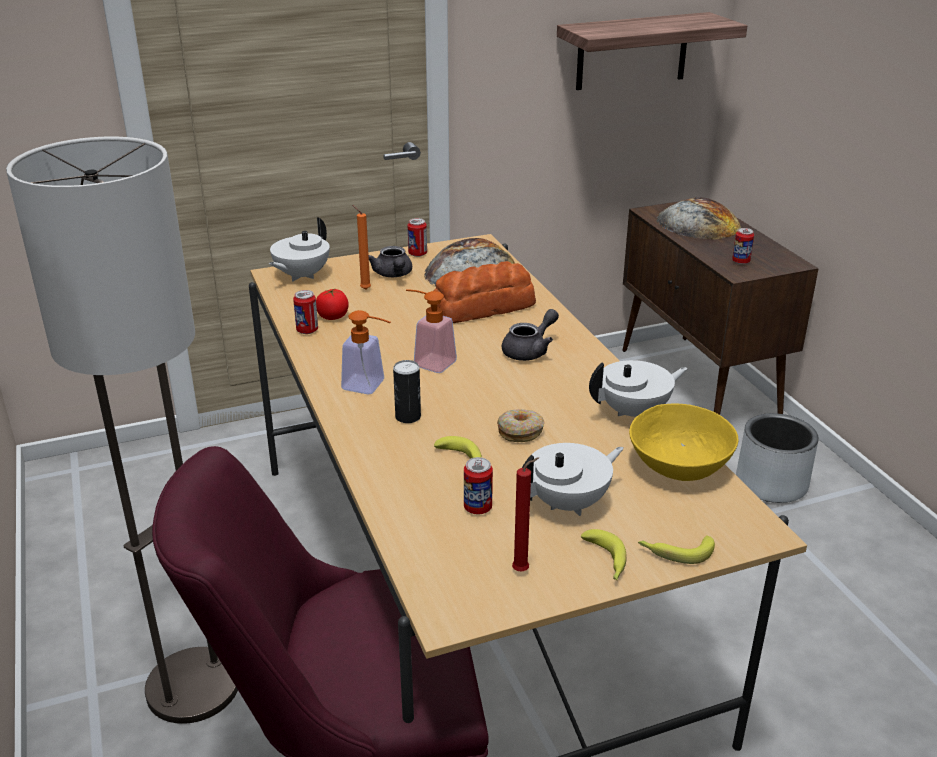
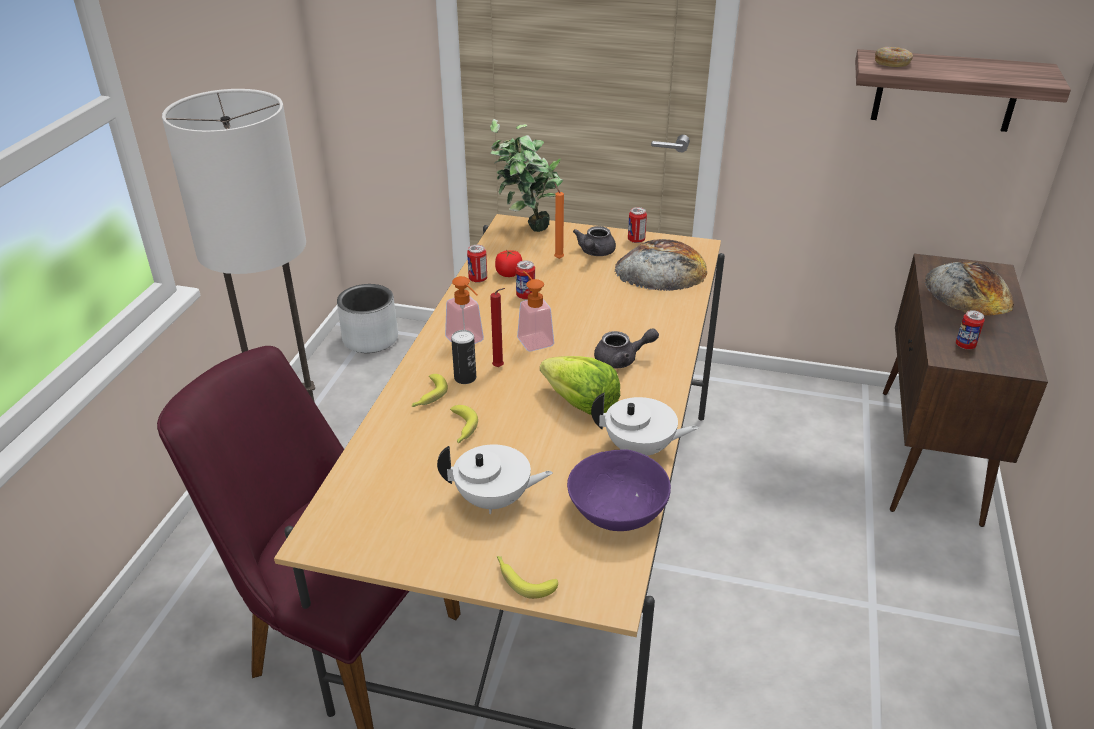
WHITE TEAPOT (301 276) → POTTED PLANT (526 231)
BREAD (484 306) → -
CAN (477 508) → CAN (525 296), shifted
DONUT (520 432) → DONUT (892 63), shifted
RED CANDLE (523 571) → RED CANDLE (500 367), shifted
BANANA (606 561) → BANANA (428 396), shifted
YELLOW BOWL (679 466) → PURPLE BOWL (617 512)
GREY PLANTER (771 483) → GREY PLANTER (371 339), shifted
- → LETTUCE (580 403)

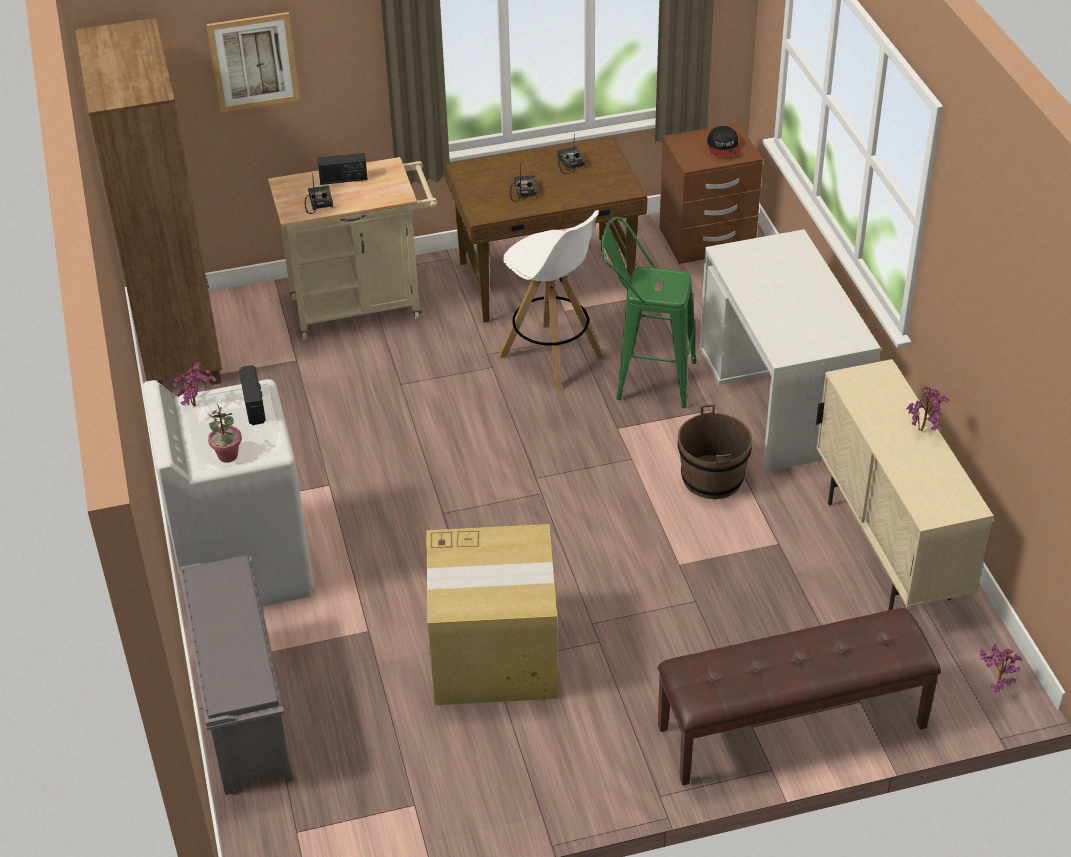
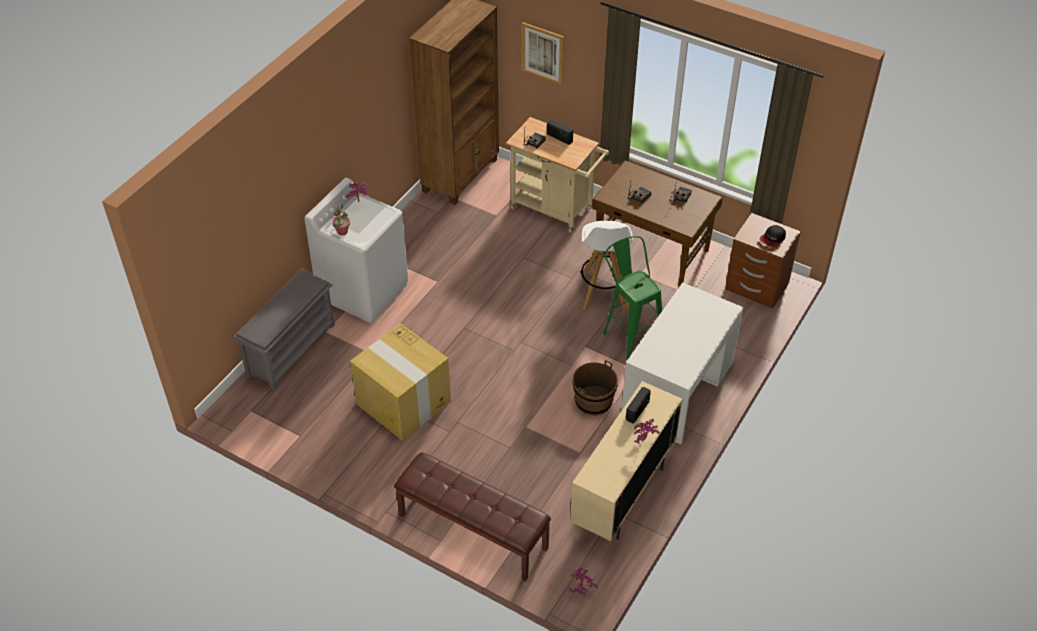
RADIO (254 406) → RADIO (637 410), shifted

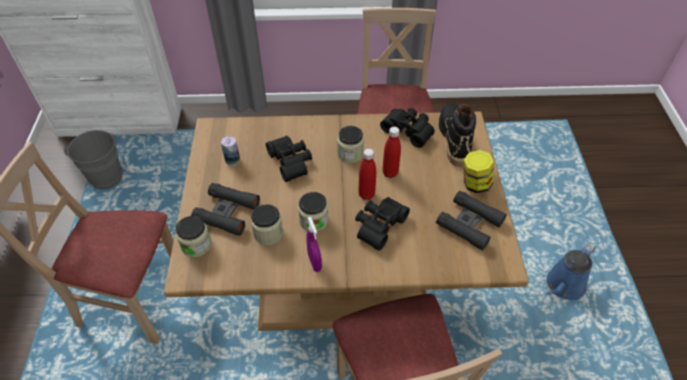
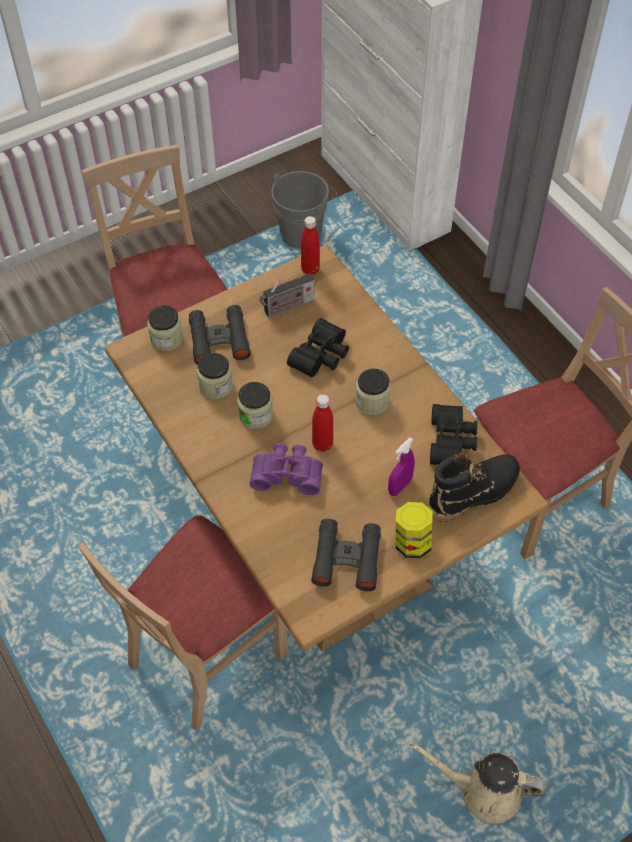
CAN (232 161) → RADIO (287 307)
PURPLE SPRAY BOTTLE (314 262) → PURPLE SPRAY BOTTLE (400 486), shifted
BLACK BINOCULARS (378 225) → PURPLE BINOCULARS (287 473)
RED BOTTLE (390 173) → RED BOTTLE (310 269), shifted
BLUE WATERING CAN (563 287) → BEIGE WATERING CAN (483 792)

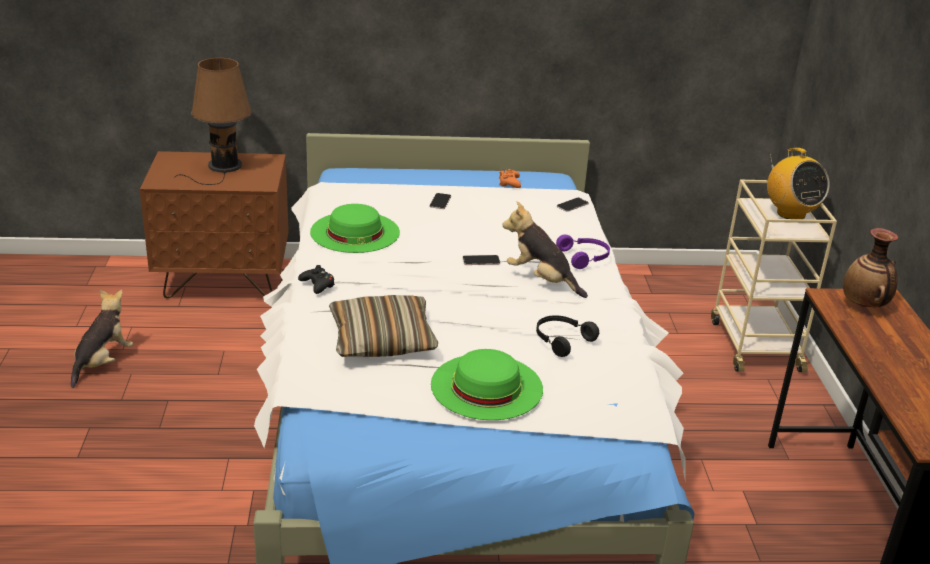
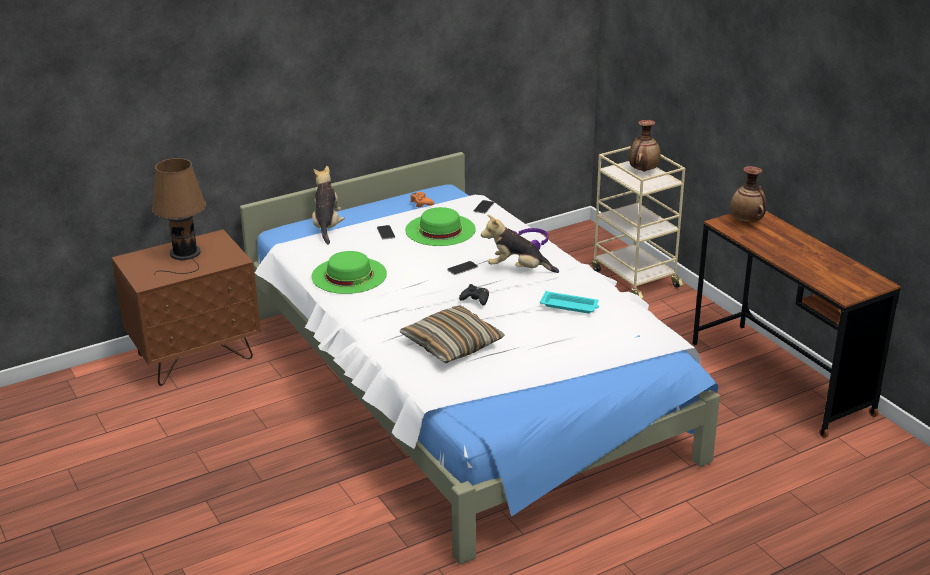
PLUSH TOY (103 362) → PLUSH TOY (327 226), shifted
BLACK GAME CONTROLLER (317 285) → BLACK GAME CONTROLLER (475 299), shifted
GREEN HAT (486 386) → GREEN HAT (440 230), shifted
BLACK HEADPHONES (561 340) → TURQUOISE TRAY (570 306)
RADIO (790 213) → VASE (643 170)

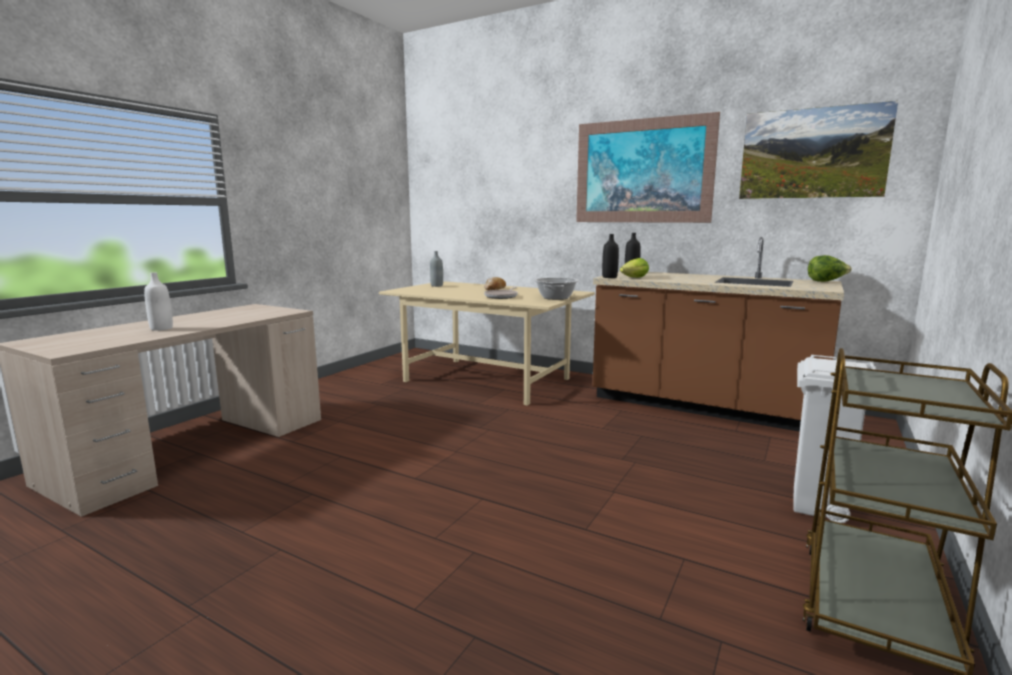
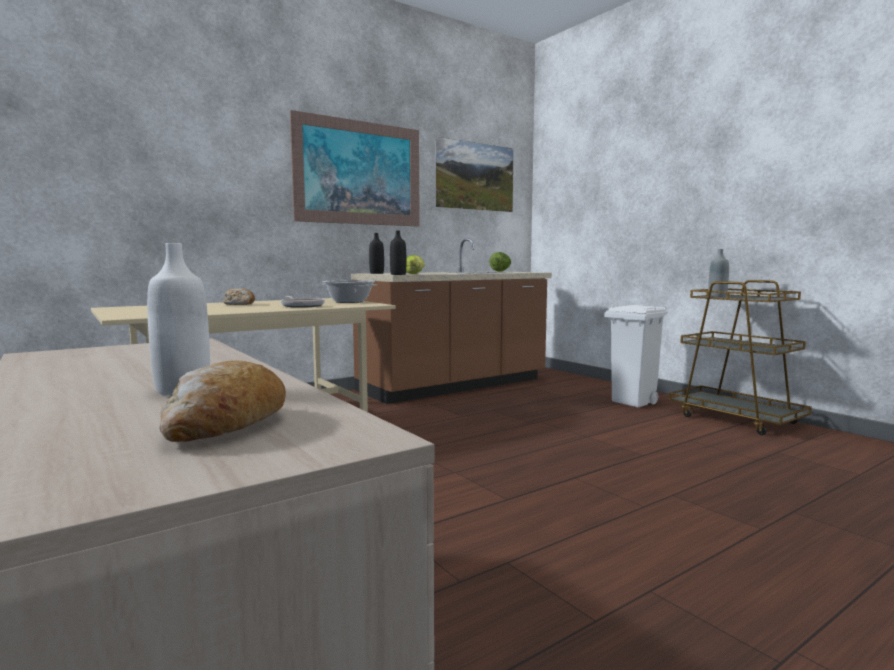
GREY BOTTLE (436 286) → GREY BOTTLE (717 296), shifted
- → BREAD (225 425)

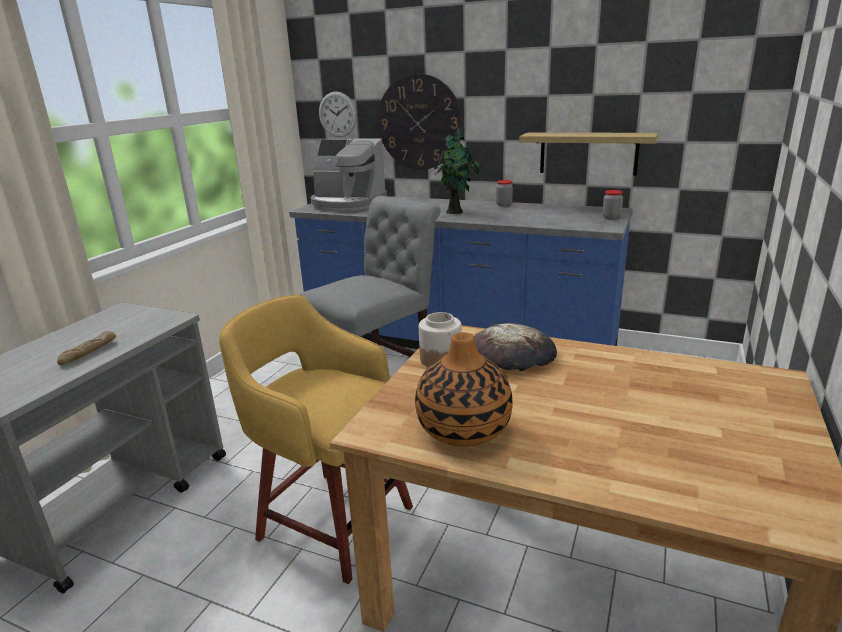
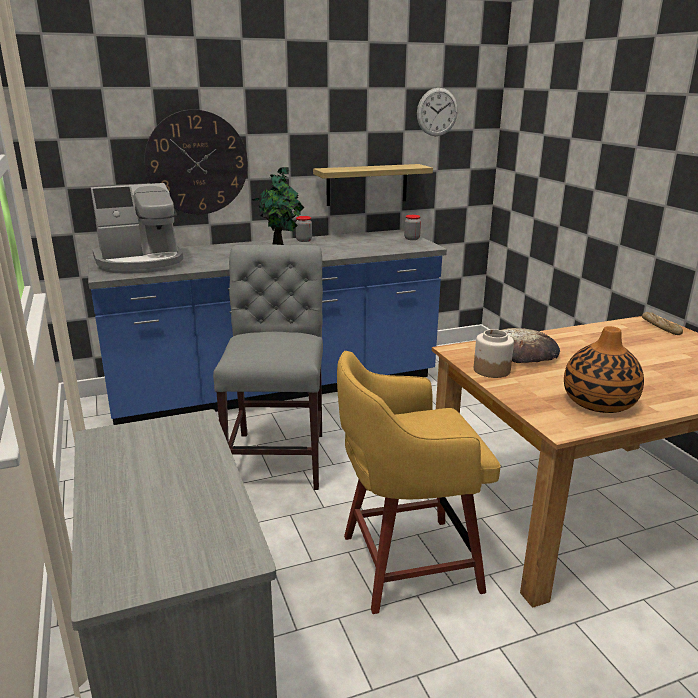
BREAD (89 353) → BREAD (660 327), shifted
WALL CLOCK (337 114) → WALL CLOCK (437 112), shifted

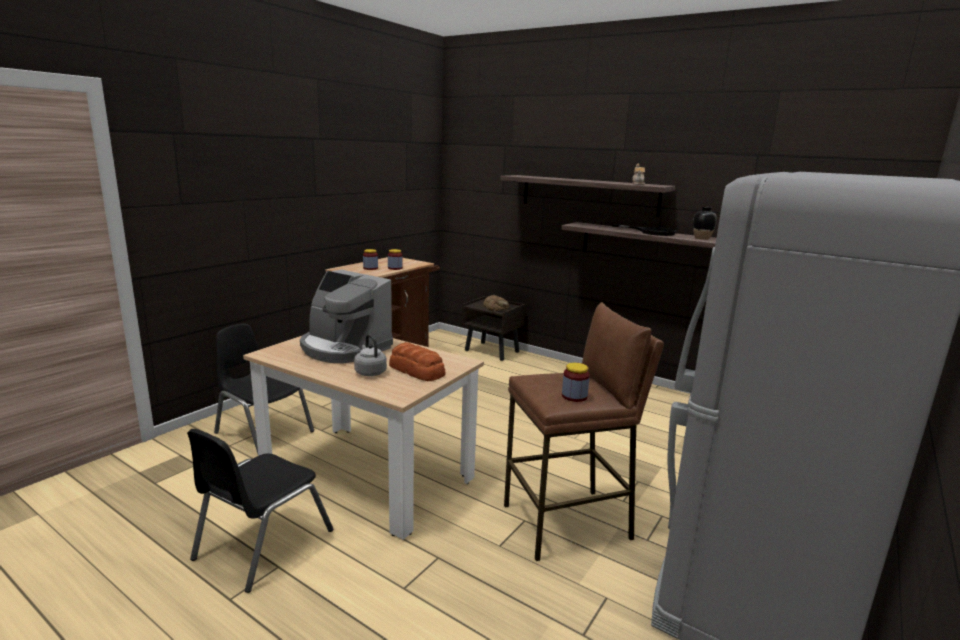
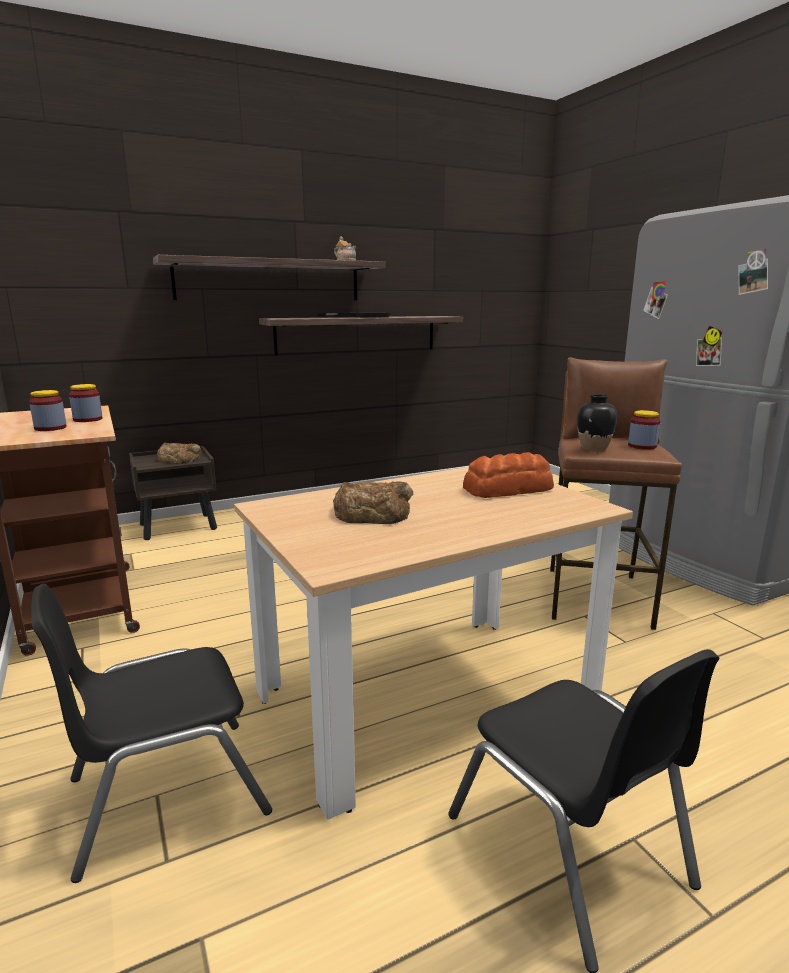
COFFEE MACHINE (344 348) → BREAD (373 512)
GREY KETTLE (370 372) → -
BLACK VASE (701 238) → BLACK VASE (593 448), shifted

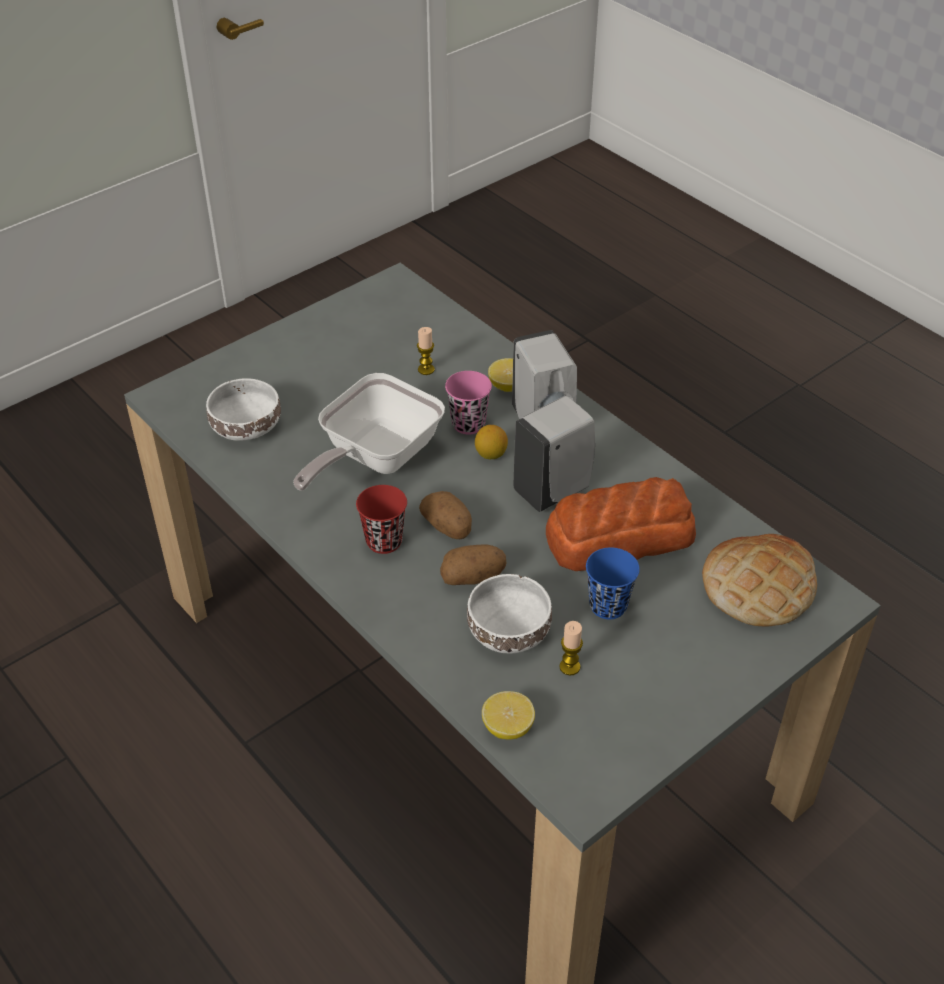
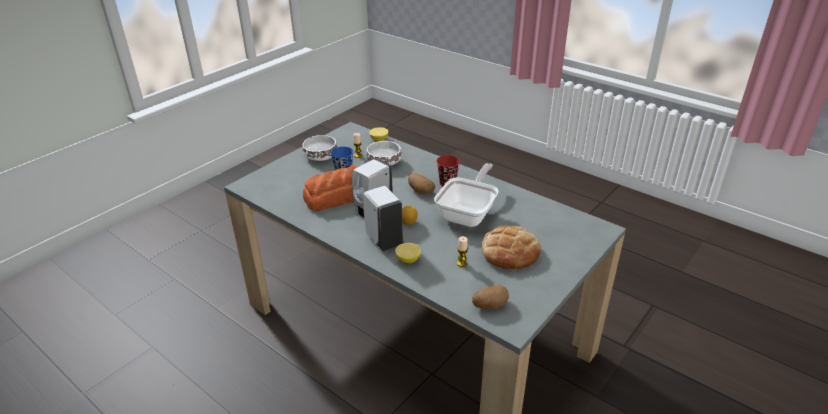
WHITE BOWL (246 424) → WHITE BOWL (321 157), shifted
POTATO (473 577) → POTATO (490 305), shifted
PINK CUP (468 424) → -
BREAD (758 586) → BREAD (510 252), shifted

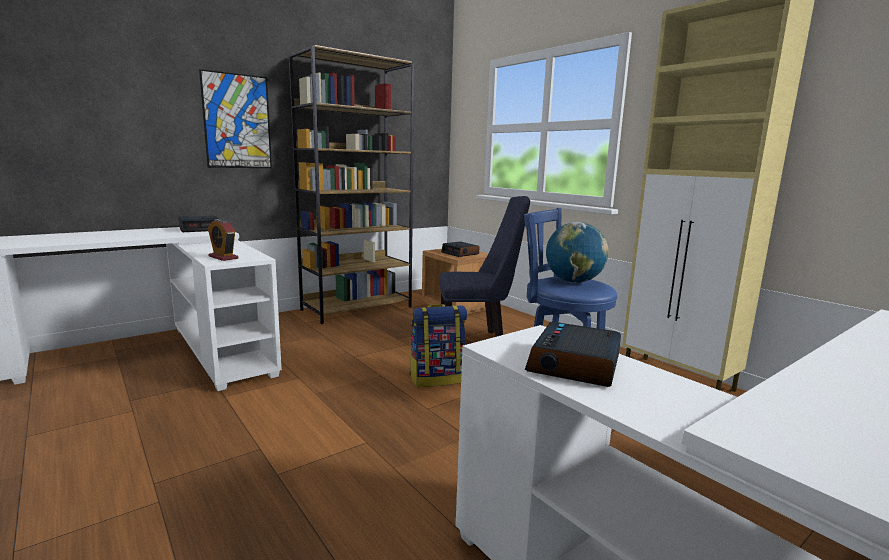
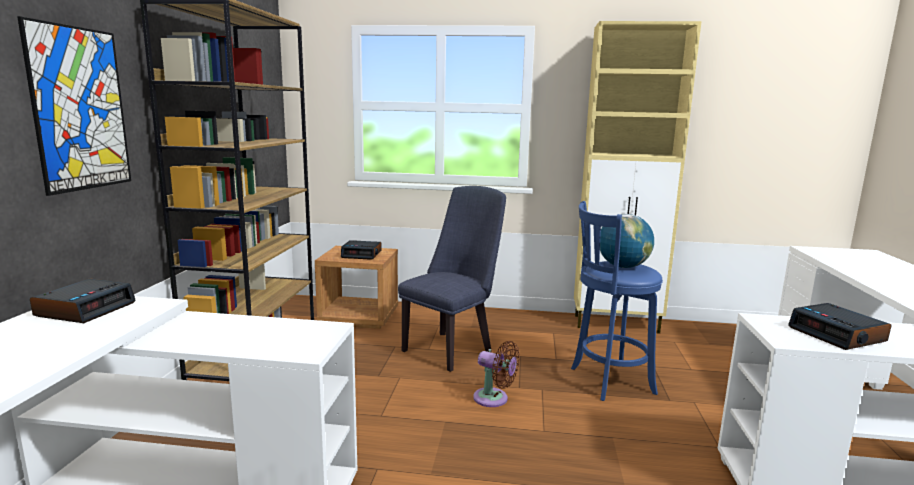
ALARM CLOCK (223 257) → -
BACKPACK (437 378) → BROWN FAN (494 399)

